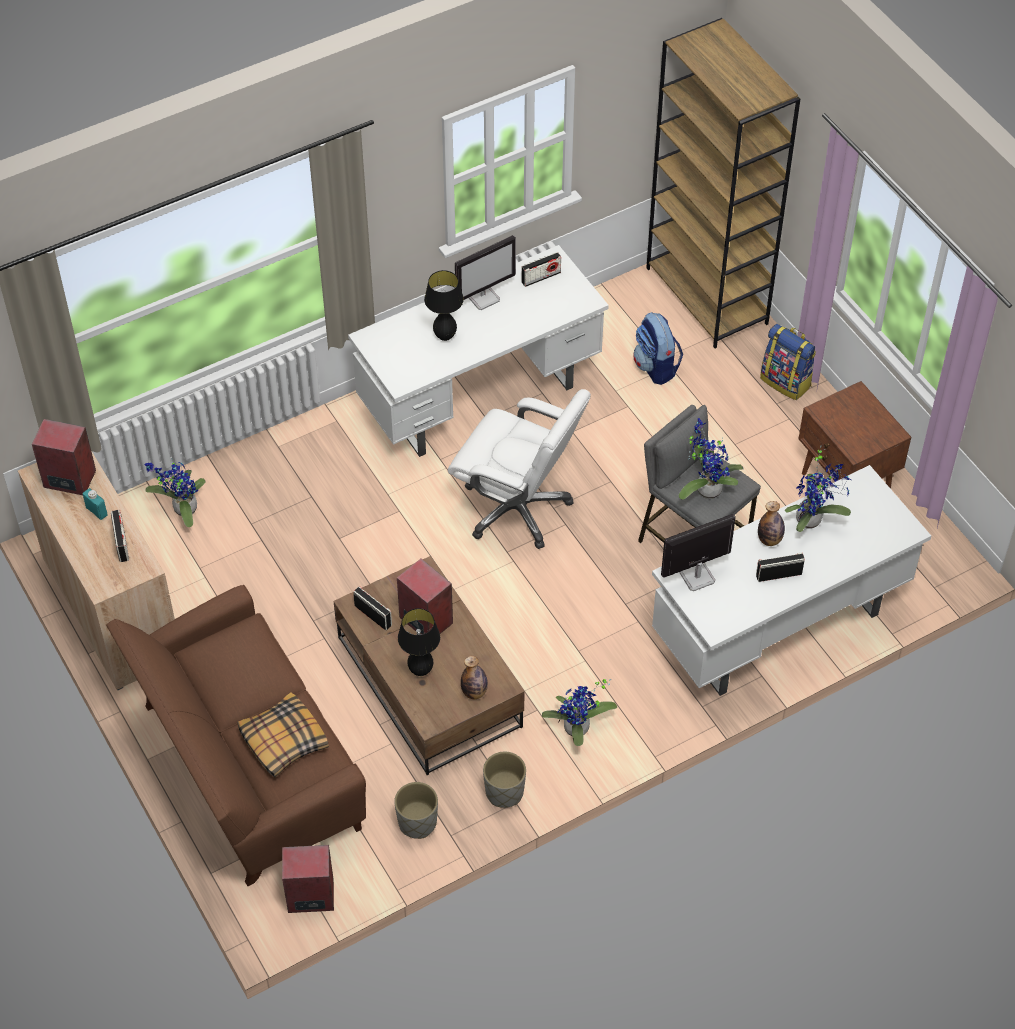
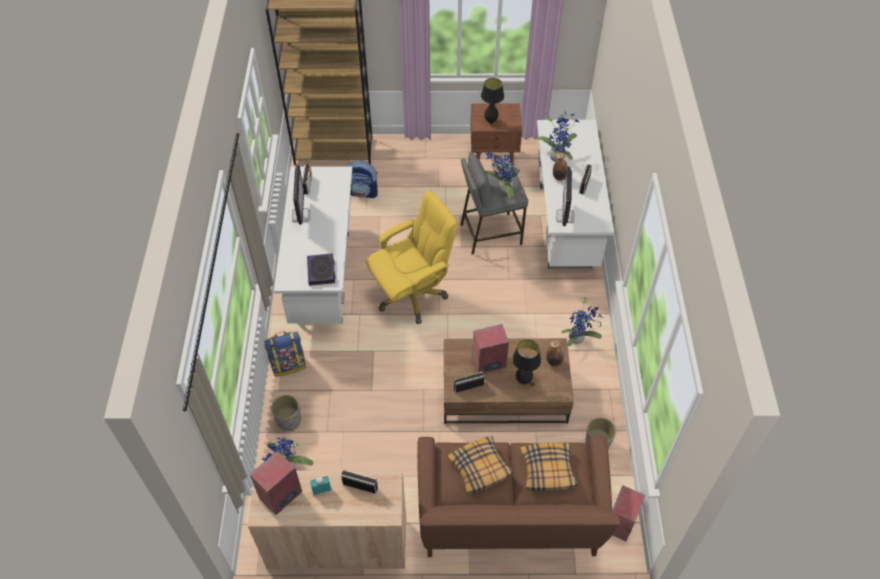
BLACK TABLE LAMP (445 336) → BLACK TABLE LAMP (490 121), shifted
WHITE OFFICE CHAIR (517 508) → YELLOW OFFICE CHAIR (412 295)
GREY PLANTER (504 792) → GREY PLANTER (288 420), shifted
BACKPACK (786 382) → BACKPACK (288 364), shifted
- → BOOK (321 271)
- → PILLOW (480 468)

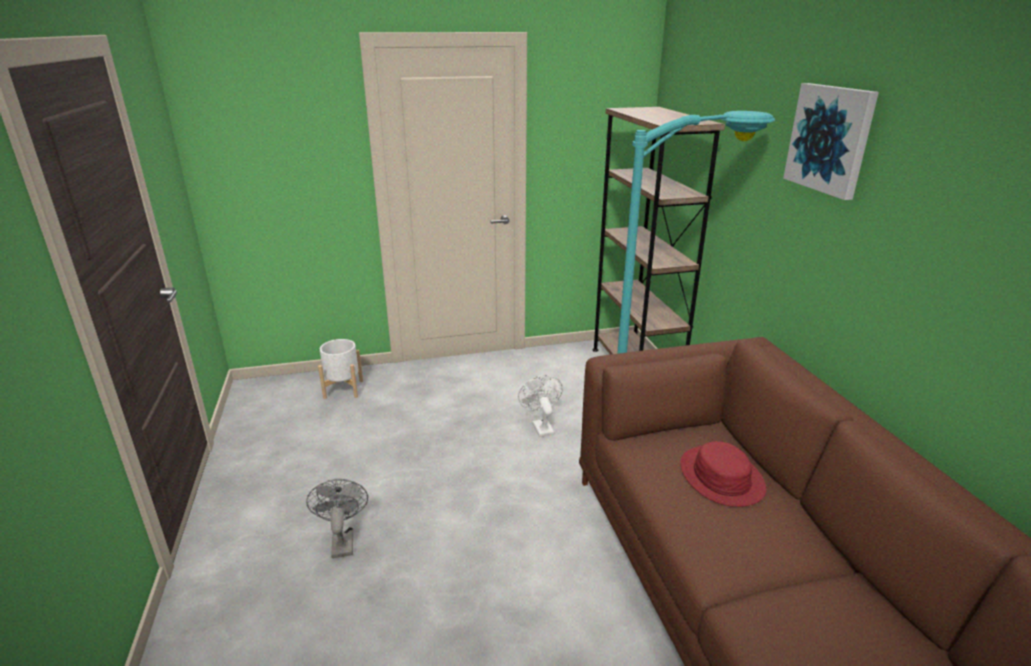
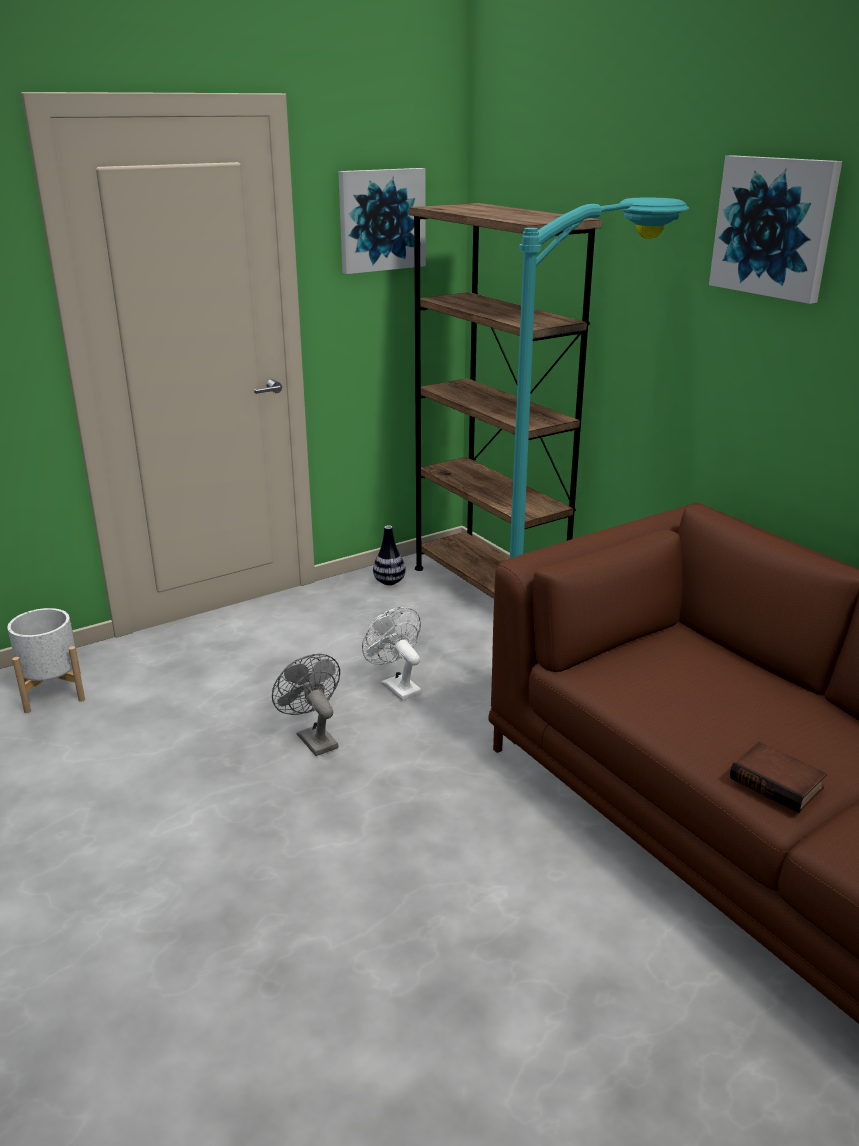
GREY FAN (342 540) → GREY FAN (313 738), shifted
RED HAT (721 477) → -
- → PICTURE (381 220)
- → VASE (389 582)
- → BOOK (778 783)

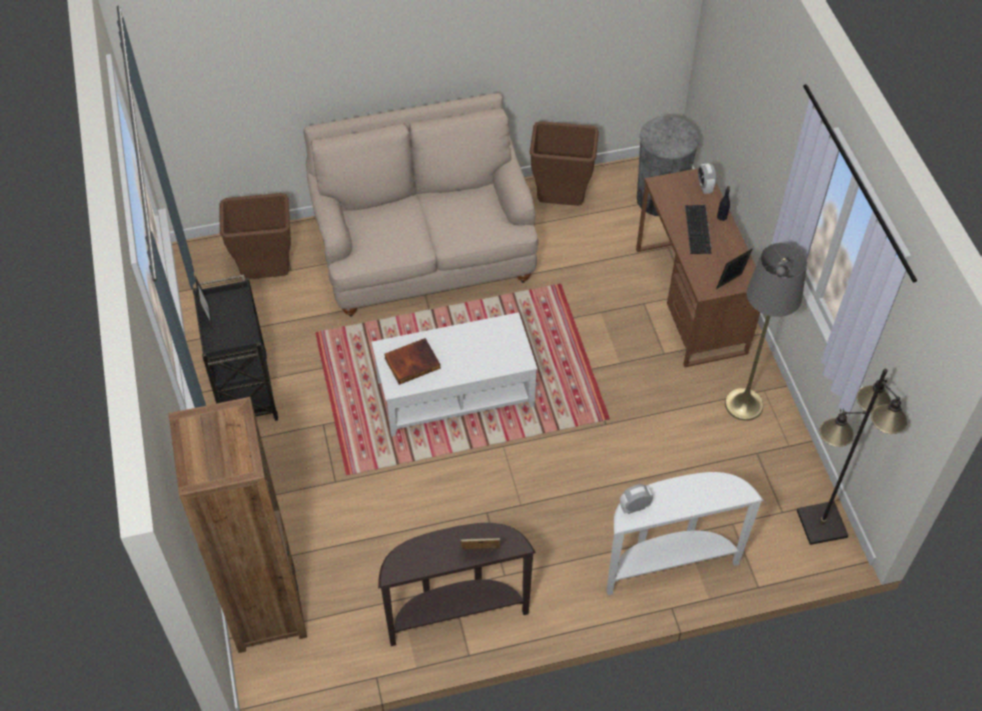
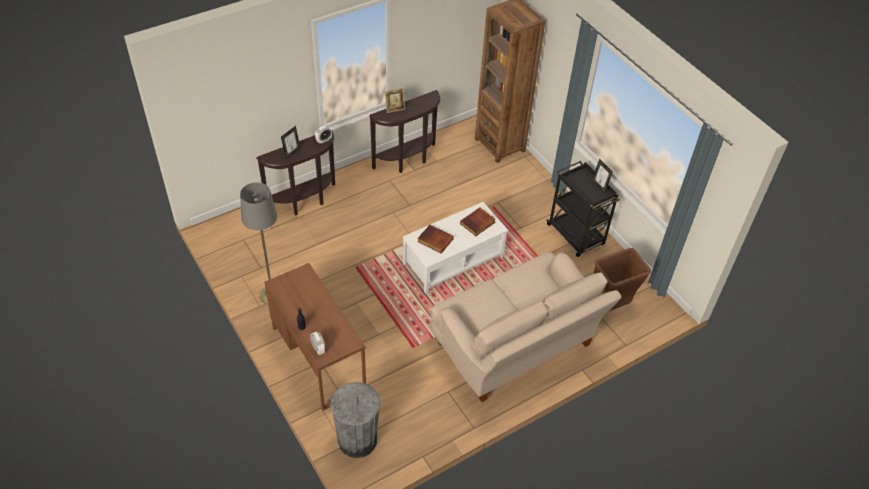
BROWN TRASH CAN (561 202) → -
WHITE CONSOLE TABLE (667 564) → BROWN CONSOLE TABLE (305 202)
KEYBOARD (698 230) → -
PICTURE FRAME (730 283) → PICTURE FRAME (292 152), shifted
BLACK FLOOR LAMP (821 524) → -
- → BOOK (434 240)

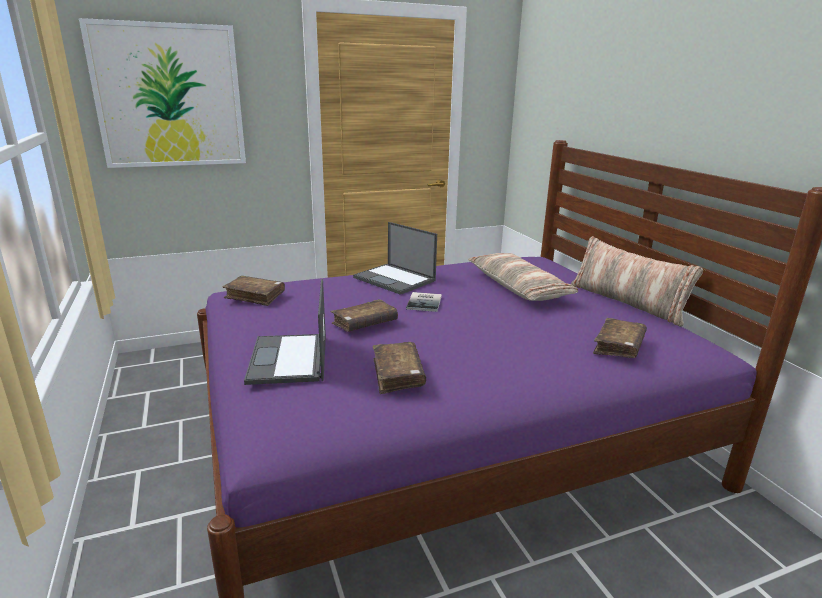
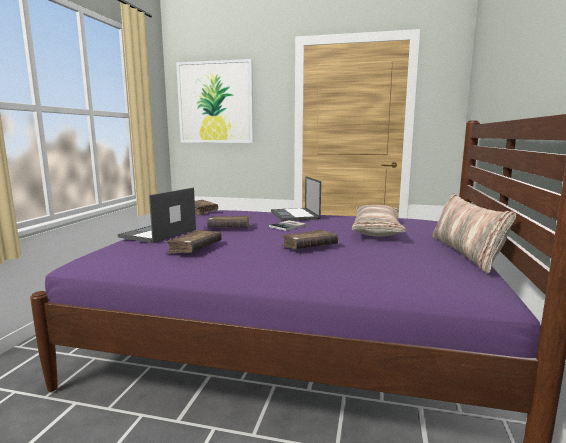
BROWN BOOK (618 346) → BROWN BOOK (309 247), shifted

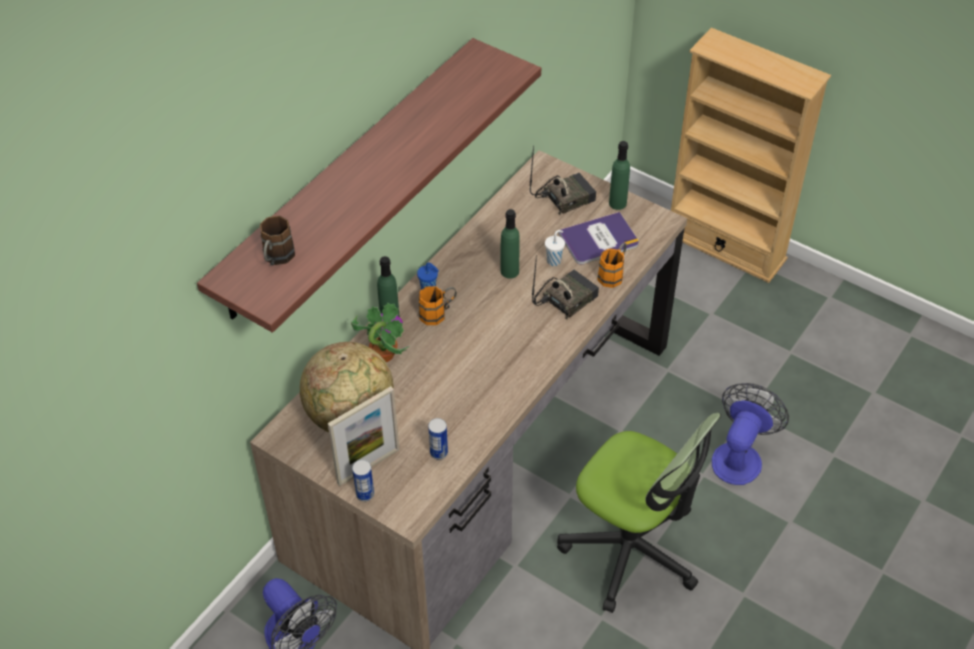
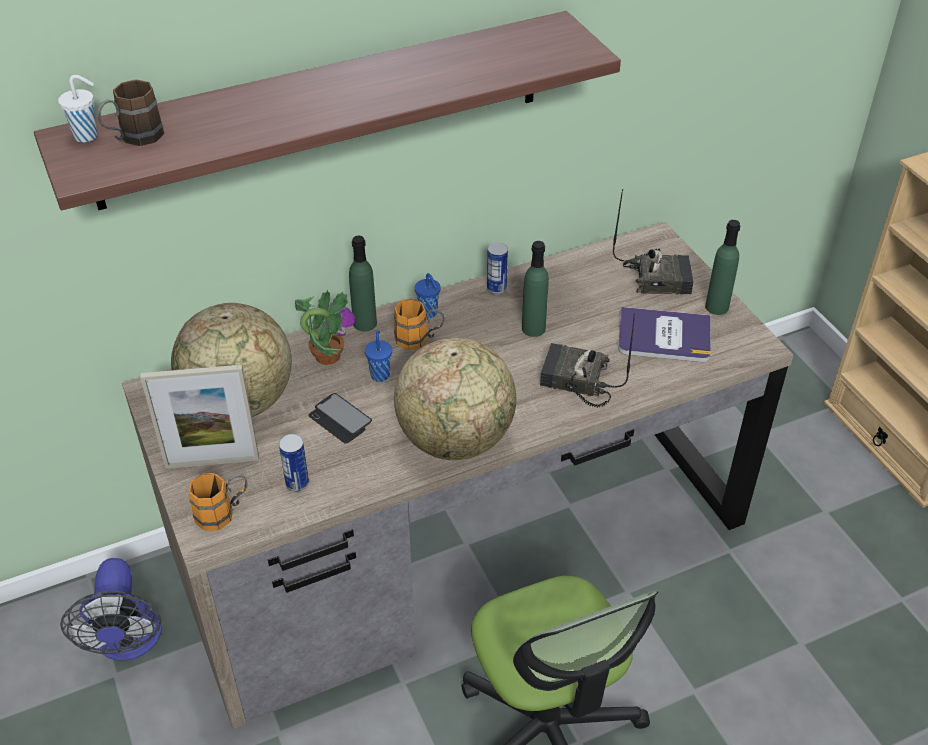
CAN (365 494) → CAN (496 288), shifted
RADIO (565 298) → RADIO (575 381), 150 degrees counterclockwise
WHITE CUP (554 260) → WHITE CUP (87 136), shifted
ORANGE MUG (613 274) → ORANGE MUG (223 512), shifted
FAN (739 456) → -
- → PHONE (340 419)
- → BLUE CUP (380 374)
- → GLOBE (456 439)

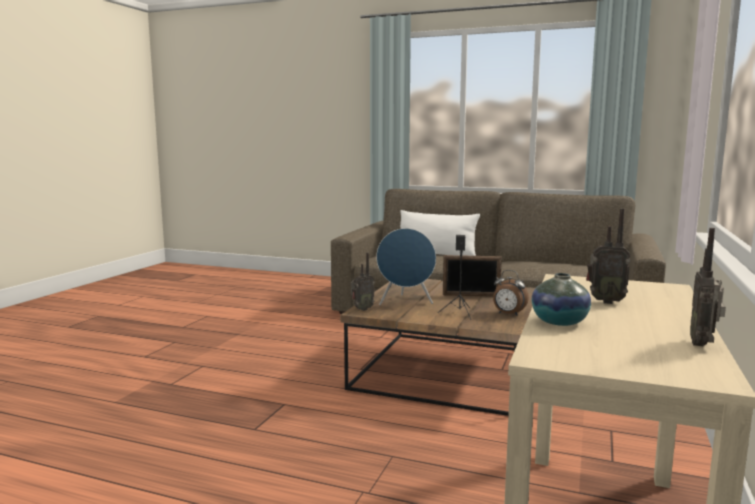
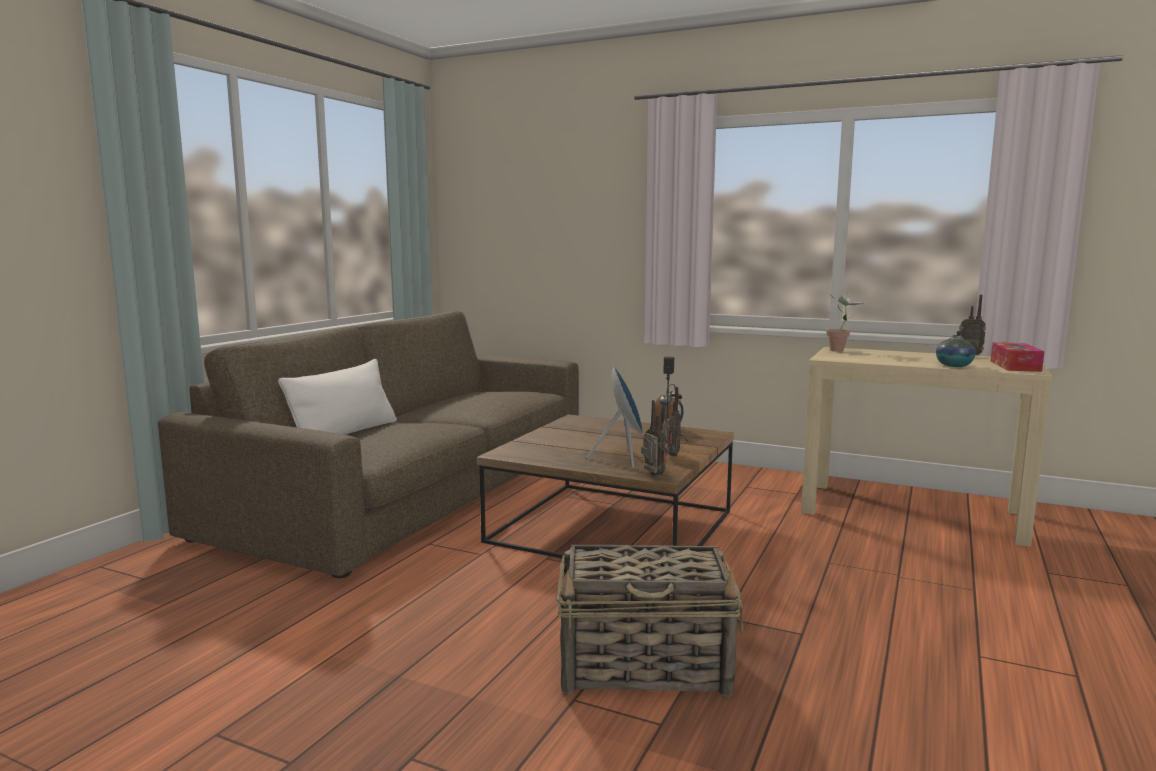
PICTURE FRAME (471 295) → -
RADIO (604 301) → RADIO (670 455), shifted
- → BASKET (646 667)
- → POTTED PLANT (842 351)
- → TISSUE BOX (1015 366)

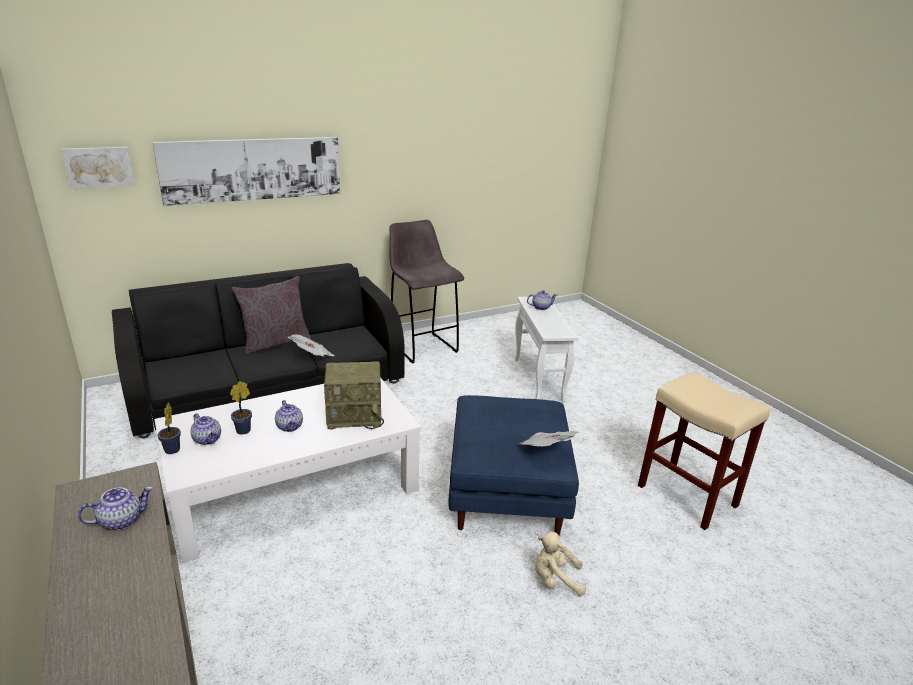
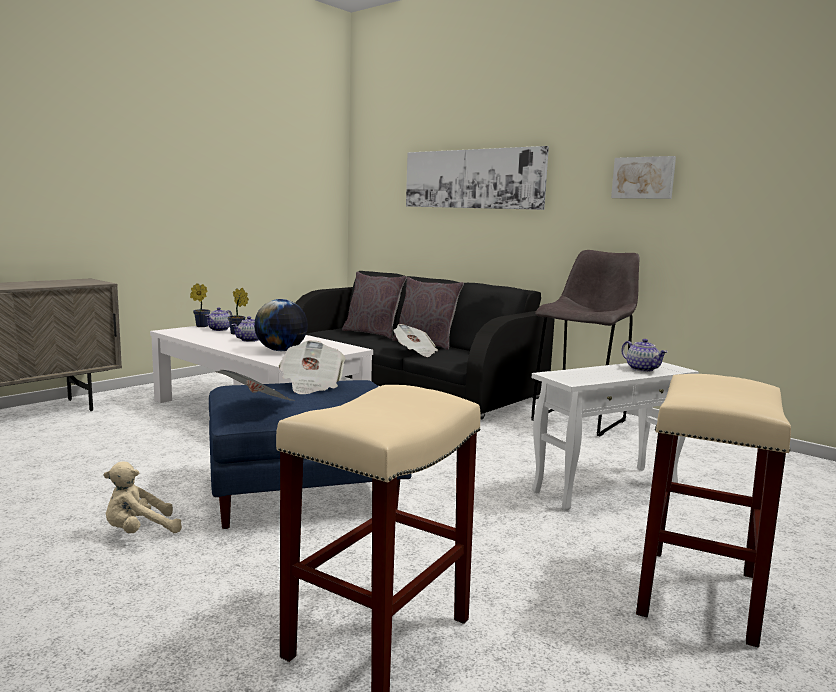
PICTURE (99 167) → PICTURE (643 178), shifted
TEAPOT (121 520) → -
RADIO (355 416) → GLOBE (281 350)
BEIGE PLUSH TOY (555 580) → BEIGE PLUSH TOY (139 532), 105 degrees counterclockwise
- → NEWSPAPER (311 385)
- → GREY PILLOW (372 333)
- → BEIGE STOOL (699 595)

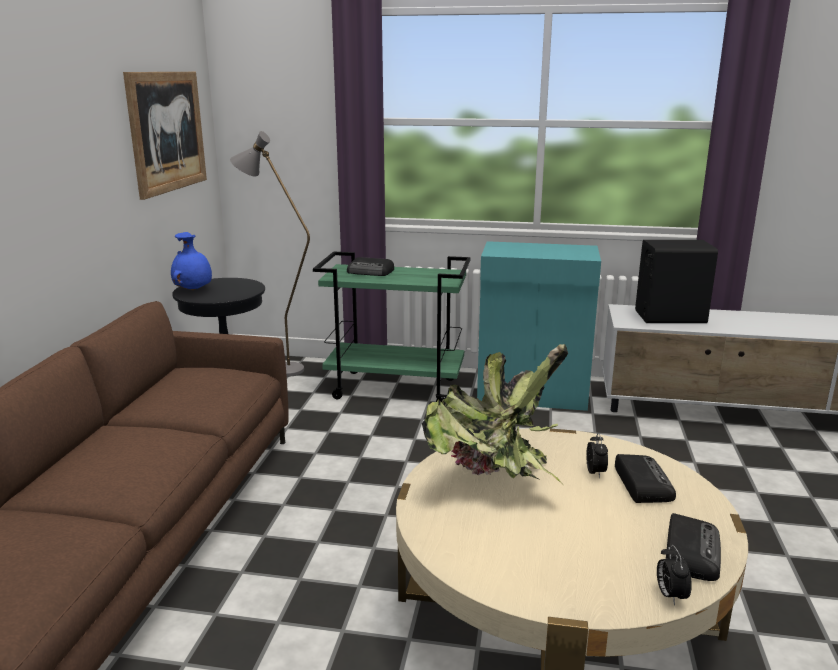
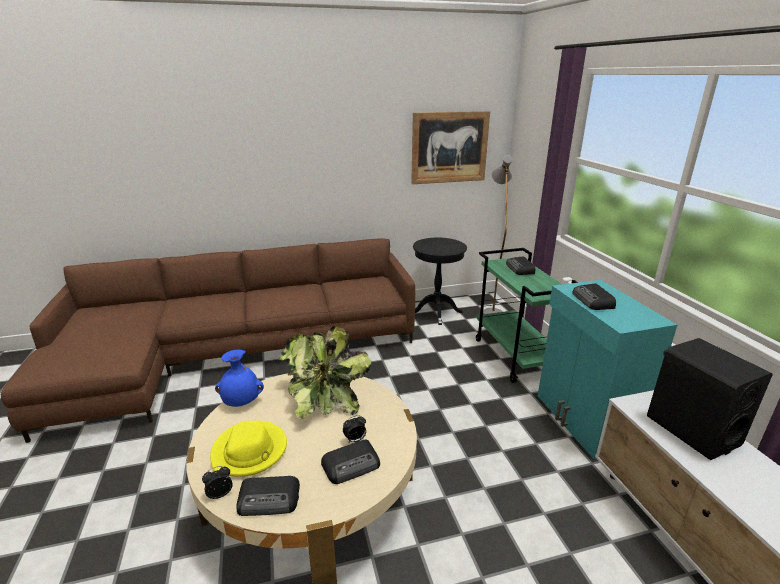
BLUE VASE (194 290) → BLUE VASE (241 402), shifted
- → YELLOW HAT (250 451)
- → RADIO (593 301)

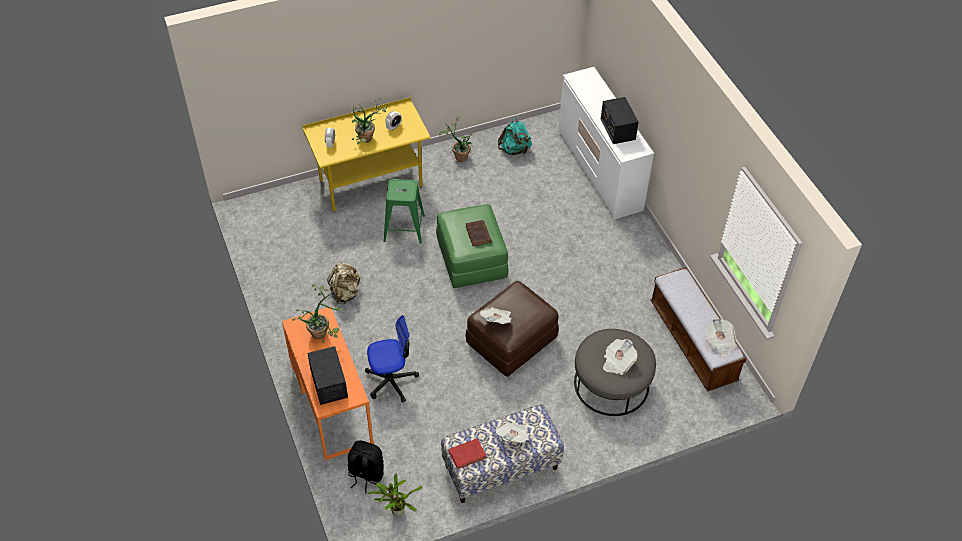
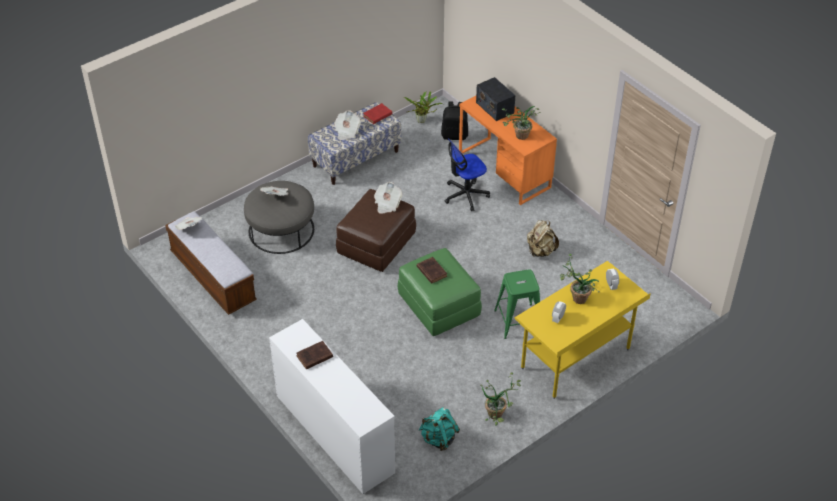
RADIO (617 129) → BROWN BOOK (313 357)

